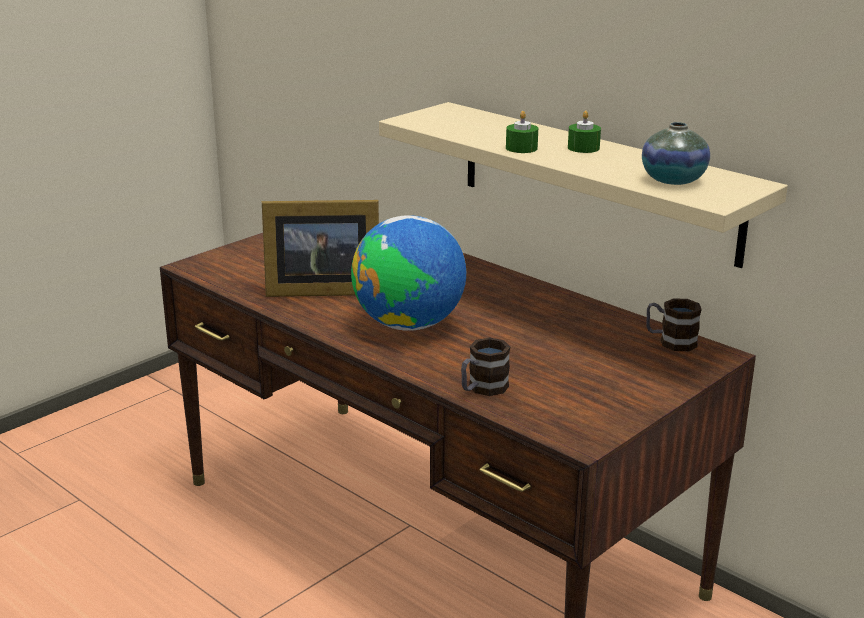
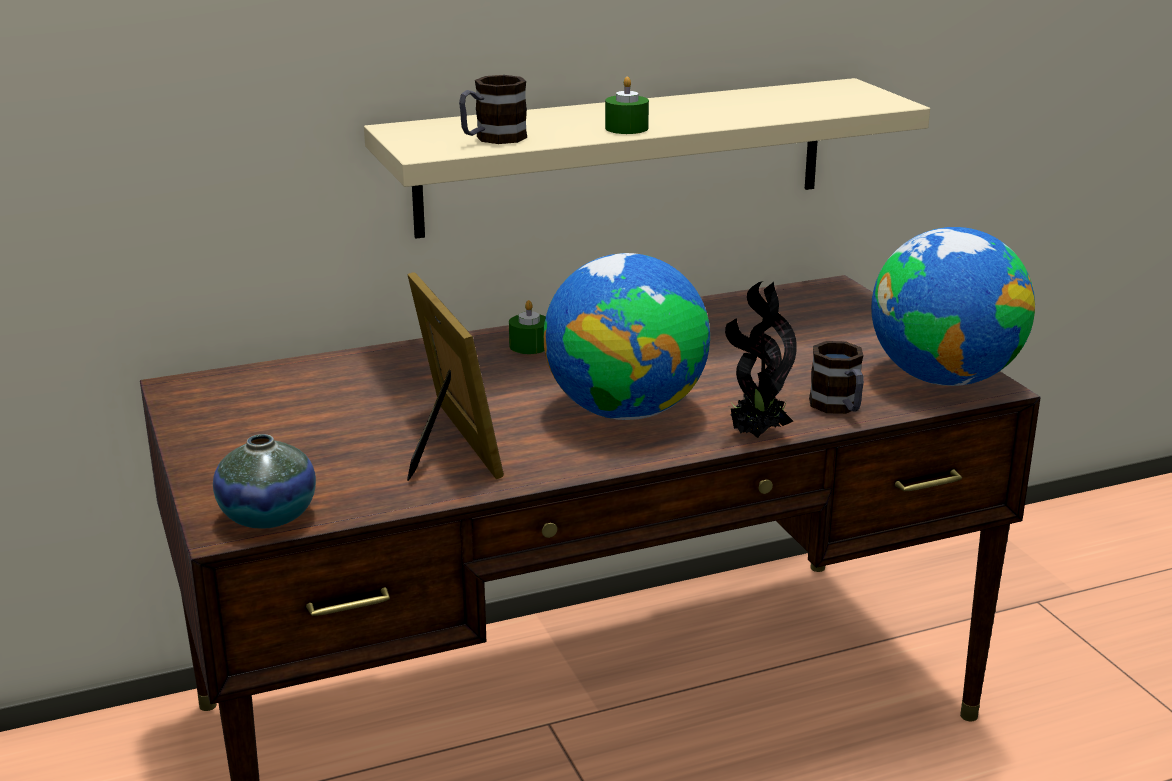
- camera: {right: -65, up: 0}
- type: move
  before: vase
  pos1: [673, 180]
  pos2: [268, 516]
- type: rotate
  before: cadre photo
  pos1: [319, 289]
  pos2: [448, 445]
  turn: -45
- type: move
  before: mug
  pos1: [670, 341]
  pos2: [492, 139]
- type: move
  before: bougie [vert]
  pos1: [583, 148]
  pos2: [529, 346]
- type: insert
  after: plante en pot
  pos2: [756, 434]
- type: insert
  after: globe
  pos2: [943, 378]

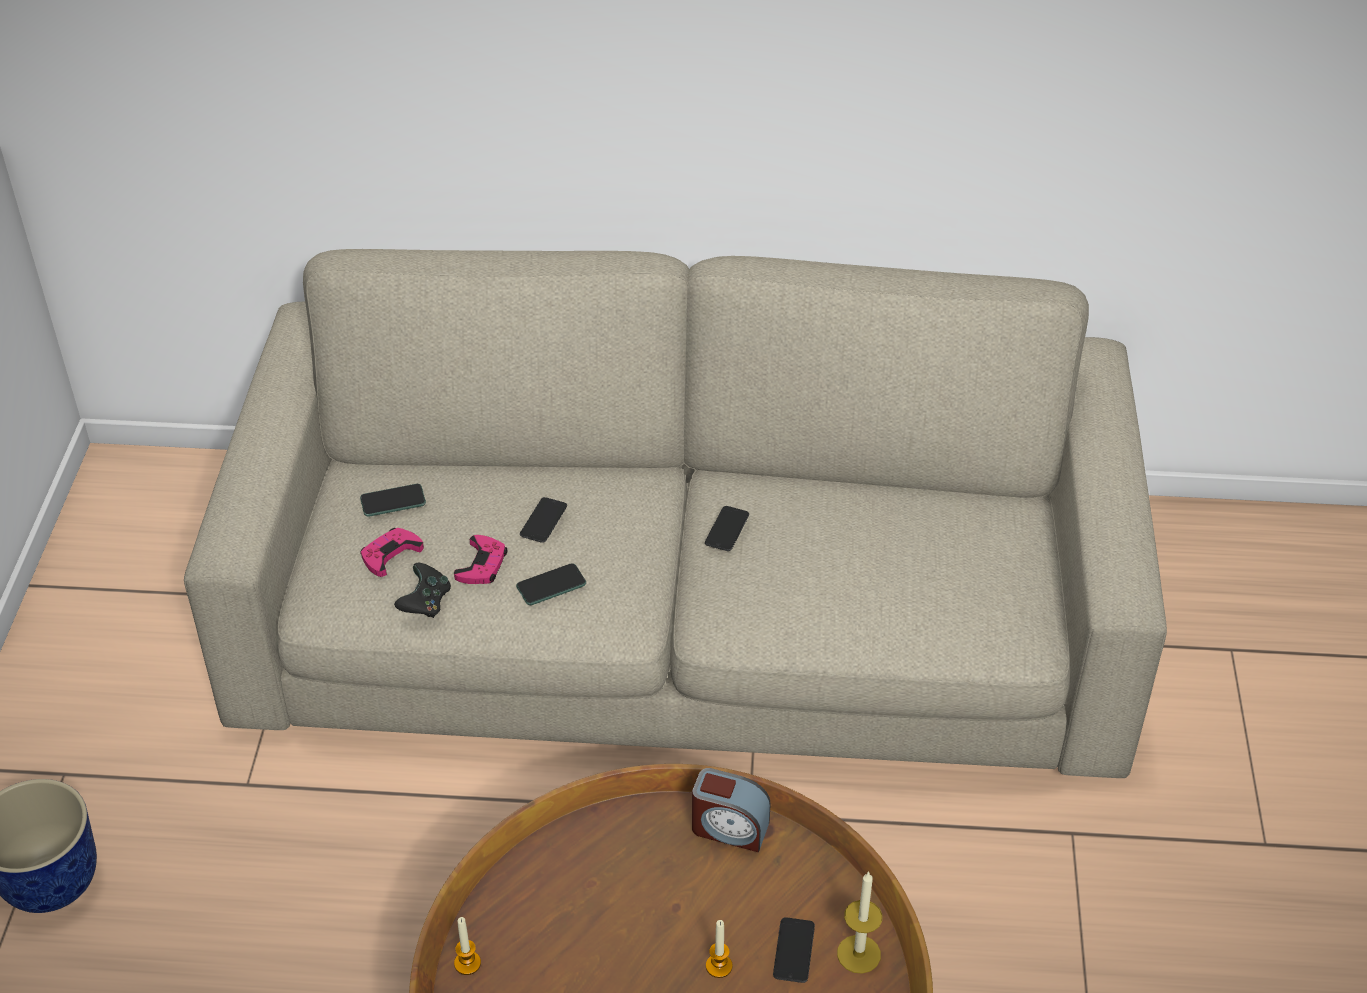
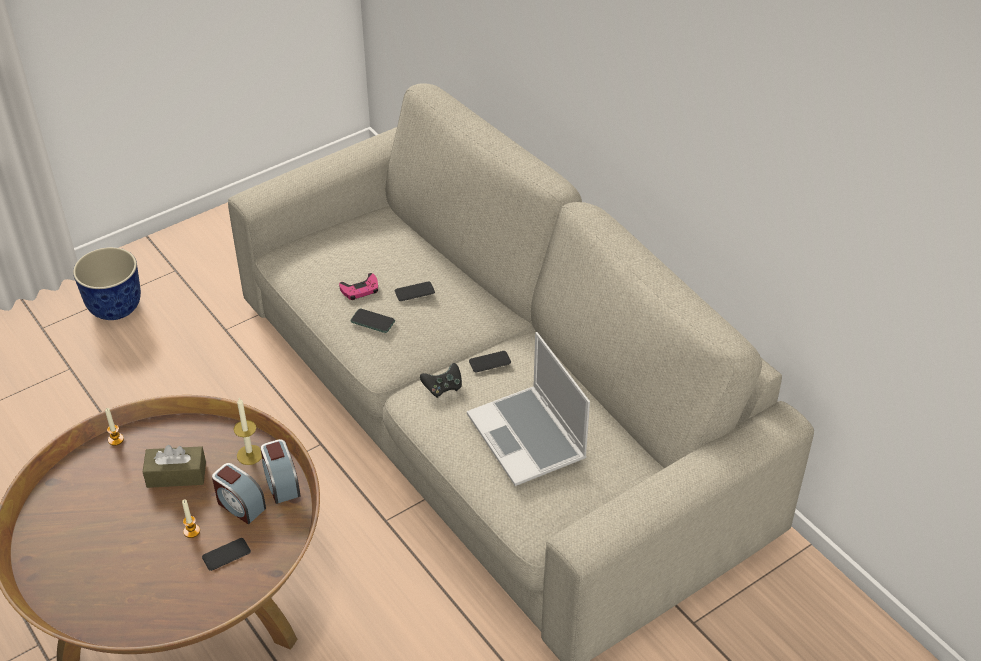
- camera: {right: 50, up: 0}
- type: insert
  after: boîte à mouchoirs [marron]
  pos2: [176, 475]
- type: insert
  after: réveil
  pos2: [240, 505]
- type: move
  before: bougie
  pos1: [858, 954]
  pos2: [249, 455]
- type: move
  before: manette [noir]
  pos1: [425, 603]
  pos2: [443, 388]
- type: insert
  after: ordinateur portable
  pos2: [528, 438]
- type: delete
  before: téléphone
  pos1: [393, 501]
- type: delete
  before: manette [rose]
  pos1: [390, 554]

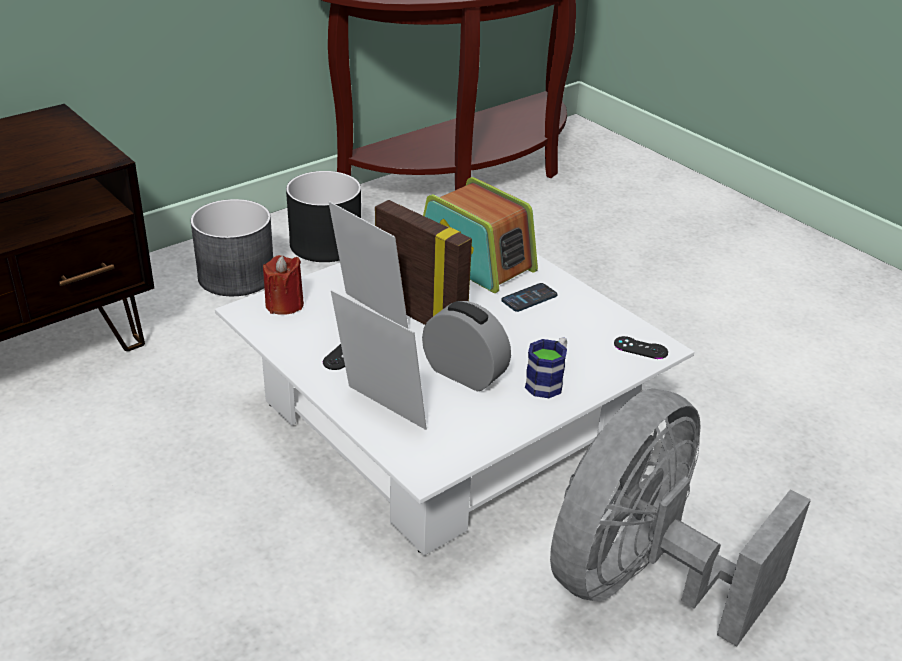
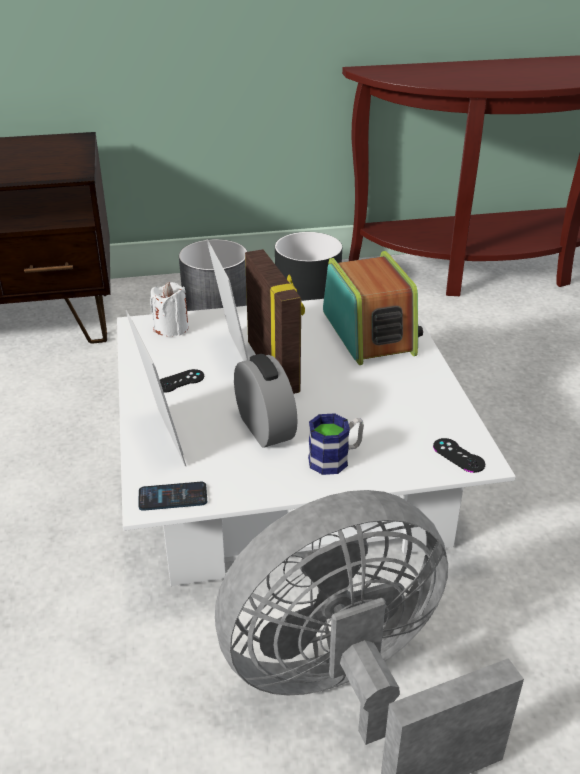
- camera: {right: 30, up: 0}
- type: move
  before: téléphone
  pos1: [529, 298]
  pos2: [173, 497]
- type: recolor
  before: bougie [rouge]
  after: bougie [blanc]
  pos1: [284, 304]
  pos2: [171, 328]

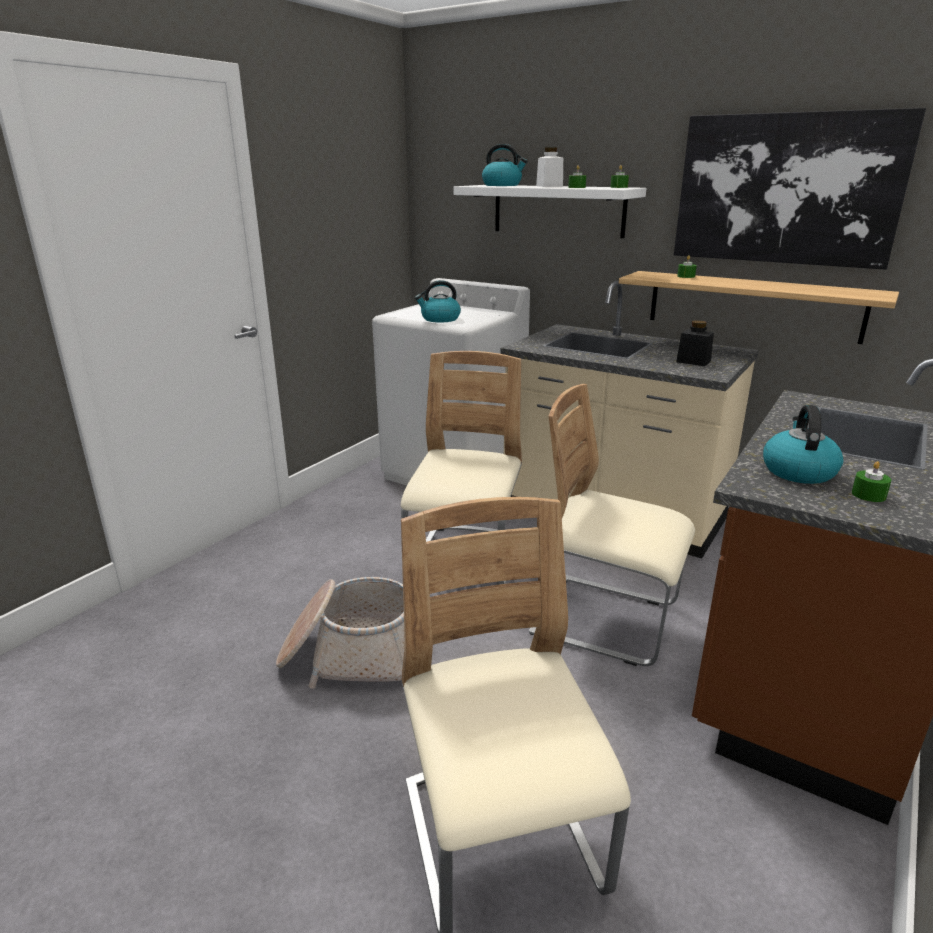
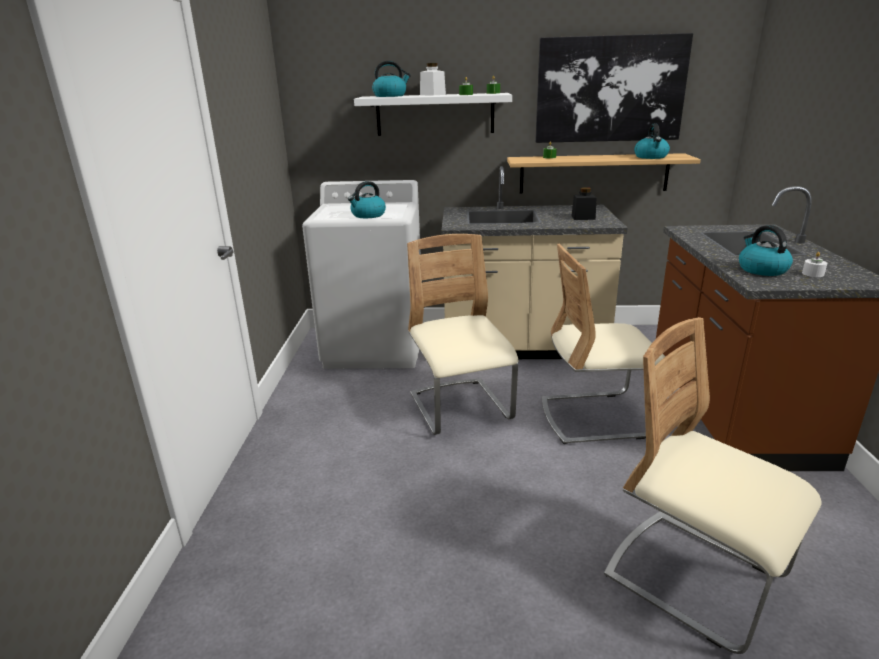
- camera: {right: -30, up: 0}
- type: insert
  after: bouilloire
  pos2: [651, 157]
- type: recolor
  before: bougie [vert]
  after: bougie [blanc]
  pos1: [868, 495]
  pos2: [813, 274]
- type: delete
  before: panier
  pos1: [352, 655]

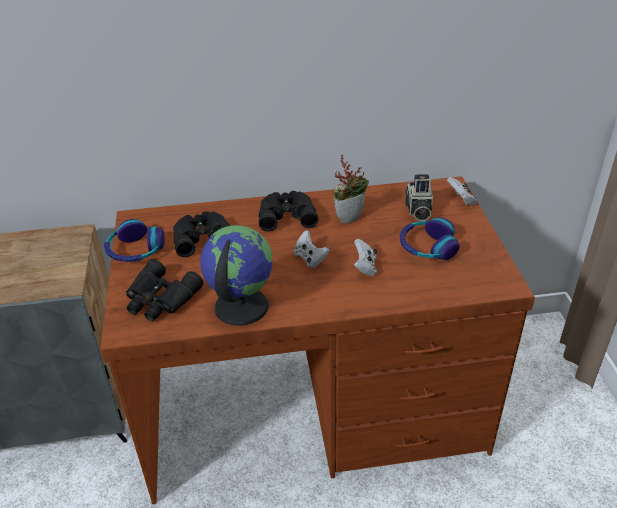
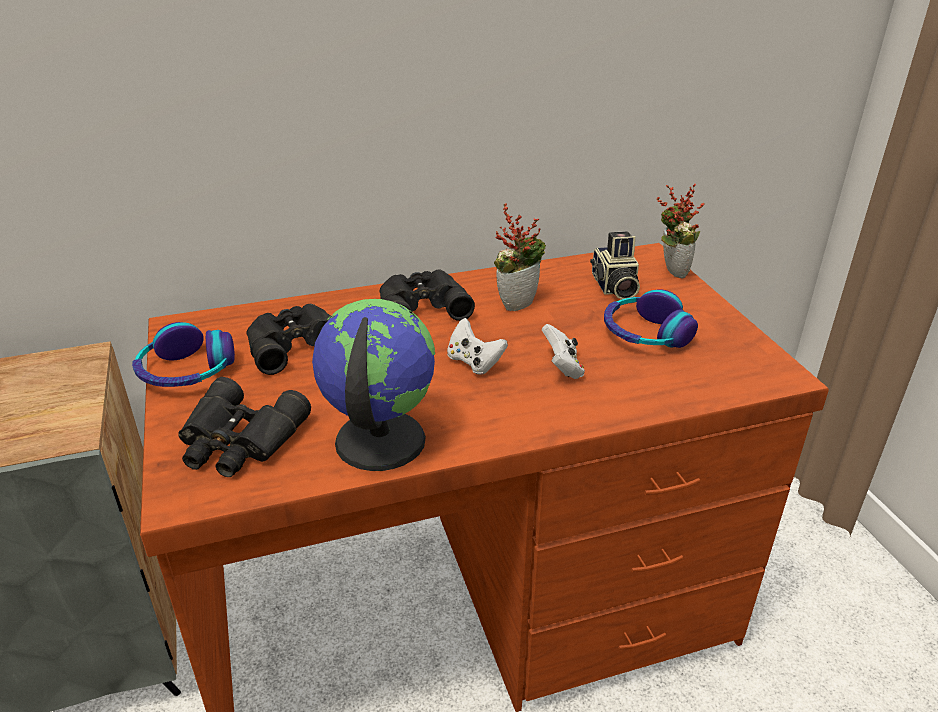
- camera: {right: -10, up: -5}
- type: replace
  before: manette [blanc]
  after: plante en pot
  pos1: [461, 200]
  pos2: [670, 271]

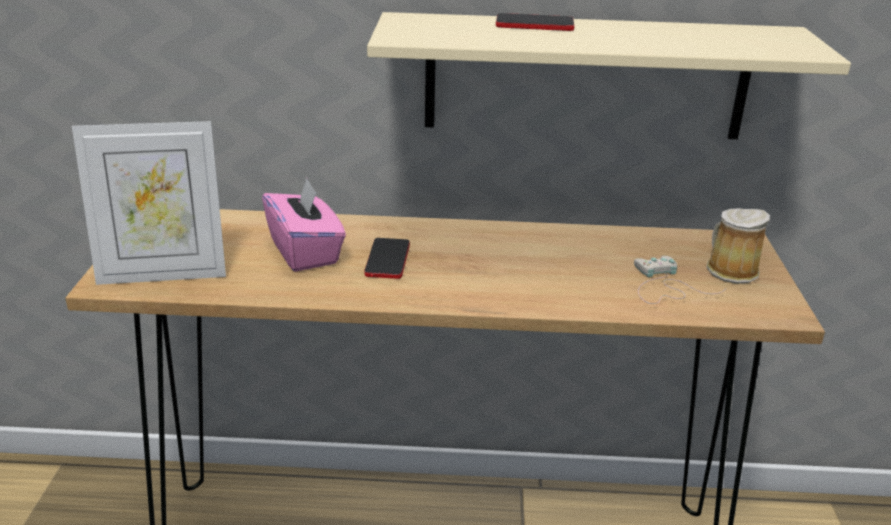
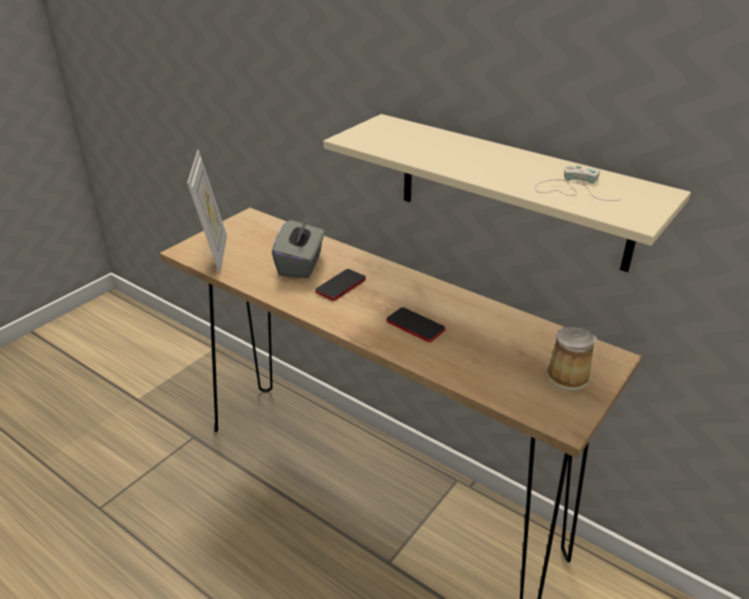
- camera: {right: 35, up: 5}
- type: rotate
  before: cadre photo
  pos1: [163, 274]
  pos2: [215, 254]
  turn: -120
- type: recolor
  before: boîte à mouchoirs [rose]
  after: boîte à mouchoirs [gris]
  pos1: [305, 252]
  pos2: [301, 265]
- type: move
  before: téléphone
  pos1: [534, 24]
  pos2: [415, 325]
- type: move
  before: manette [blanc]
  pos1: [664, 286]
  pos2: [571, 188]

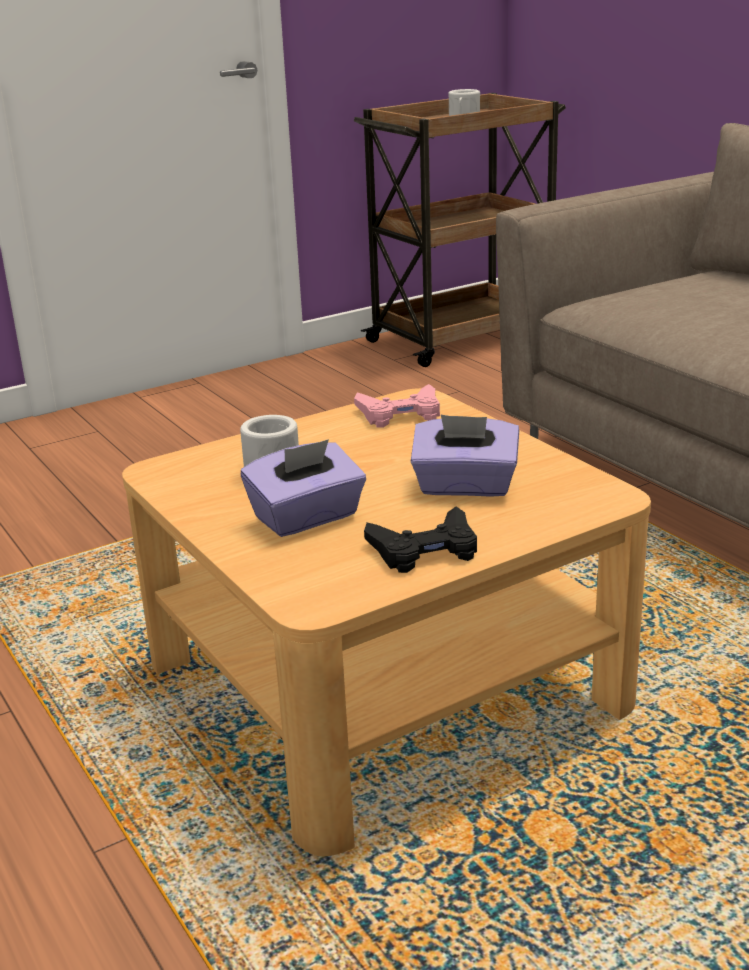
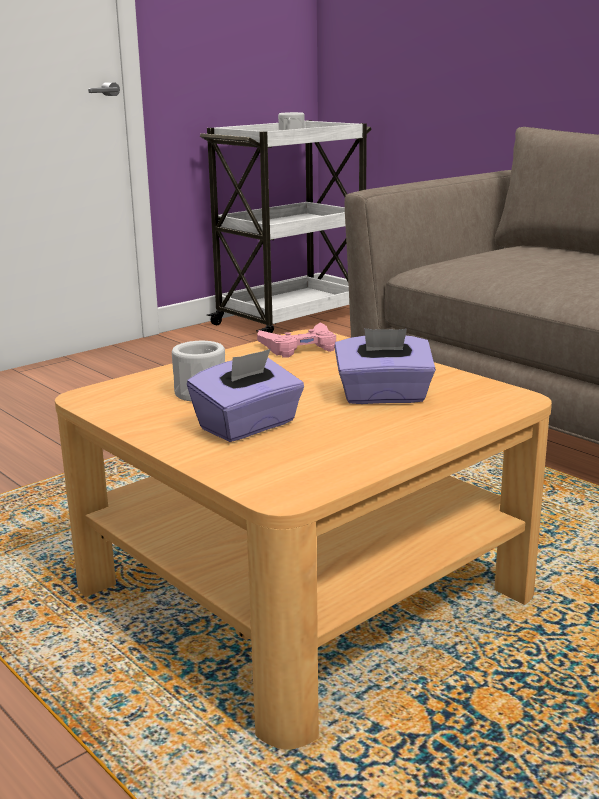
- camera: {right: -10, up: -5}
- type: recolor
  before: chariot [marron]
  after: chariot [blanc]
  pos1: [462, 337]
  pos2: [291, 319]
- type: delete
  before: manette [noir]
  pos1: [425, 550]

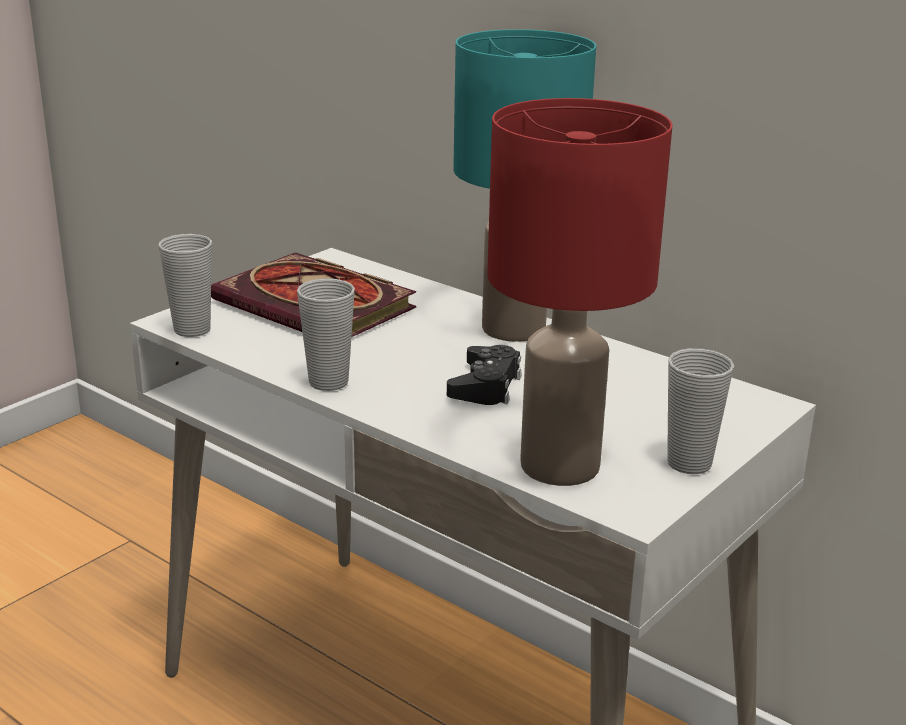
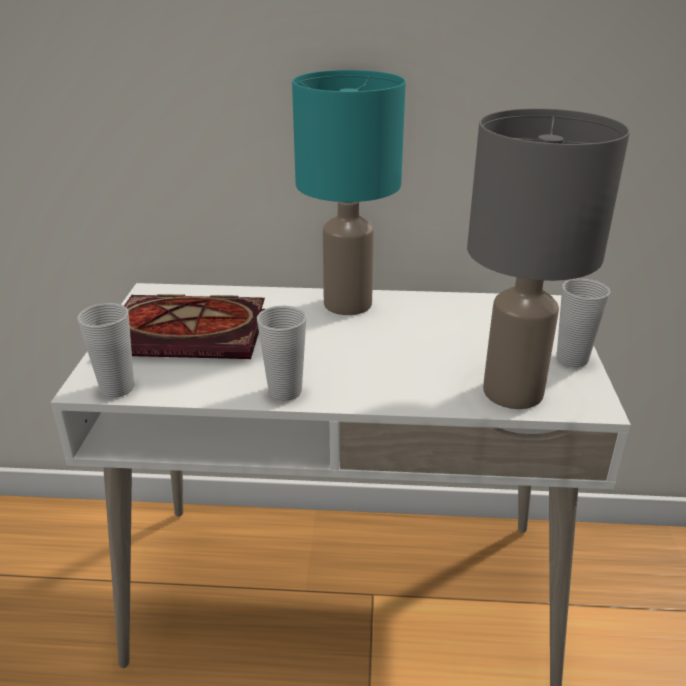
- camera: {right: -35, up: 5}
- type: recolor
  before: lampe de table [rouge]
  after: lampe de table [gris]
  pos1: [562, 466]
  pos2: [514, 391]
- type: delete
  before: manette [noir]
  pos1: [485, 386]

